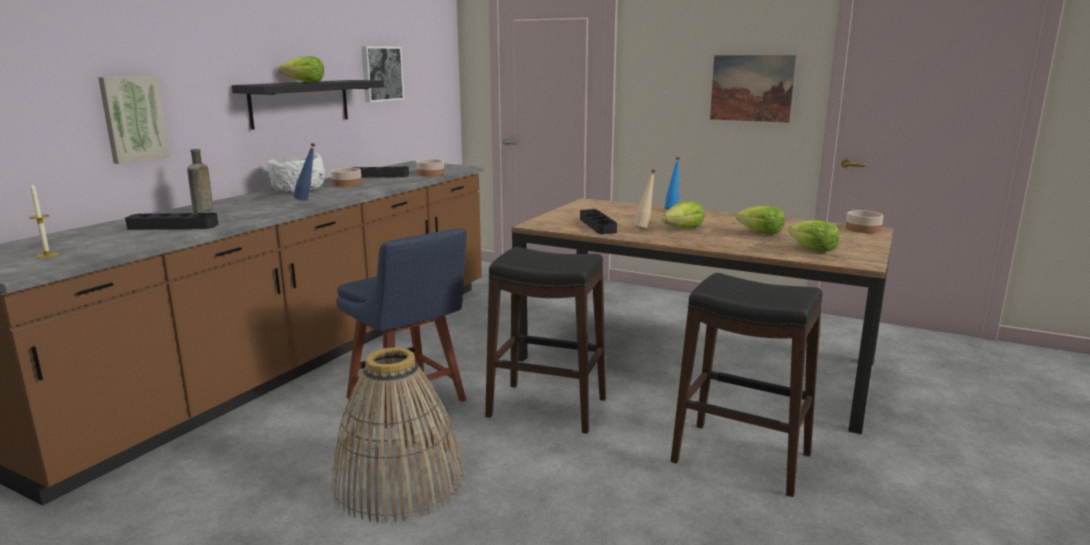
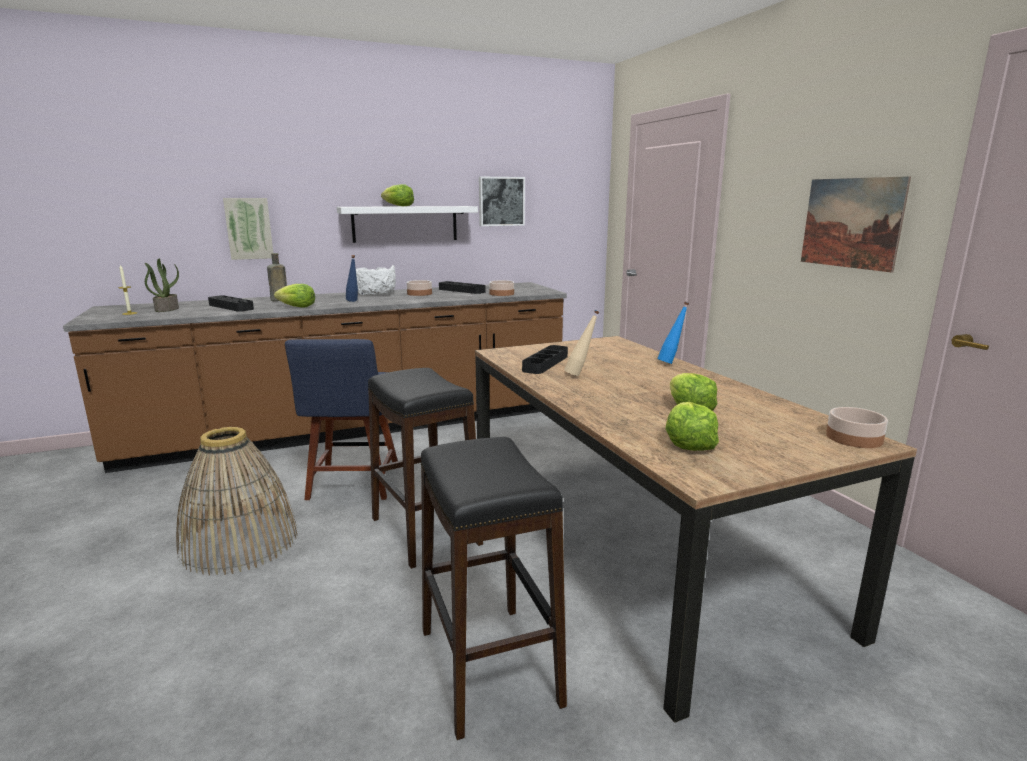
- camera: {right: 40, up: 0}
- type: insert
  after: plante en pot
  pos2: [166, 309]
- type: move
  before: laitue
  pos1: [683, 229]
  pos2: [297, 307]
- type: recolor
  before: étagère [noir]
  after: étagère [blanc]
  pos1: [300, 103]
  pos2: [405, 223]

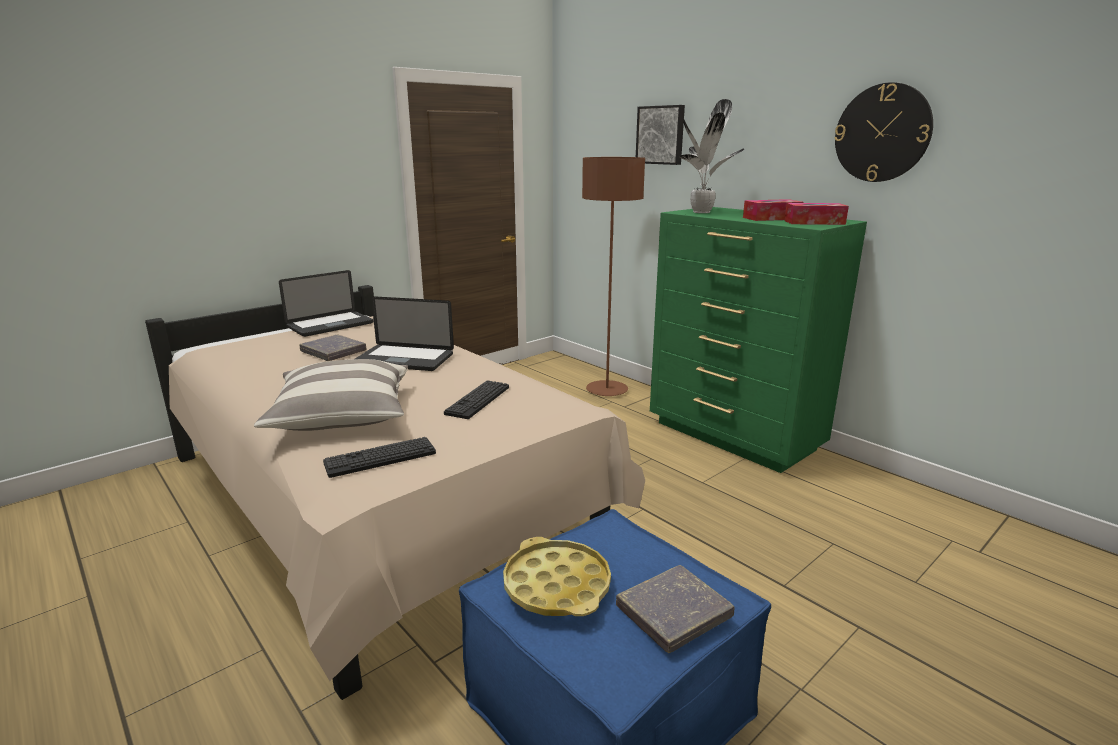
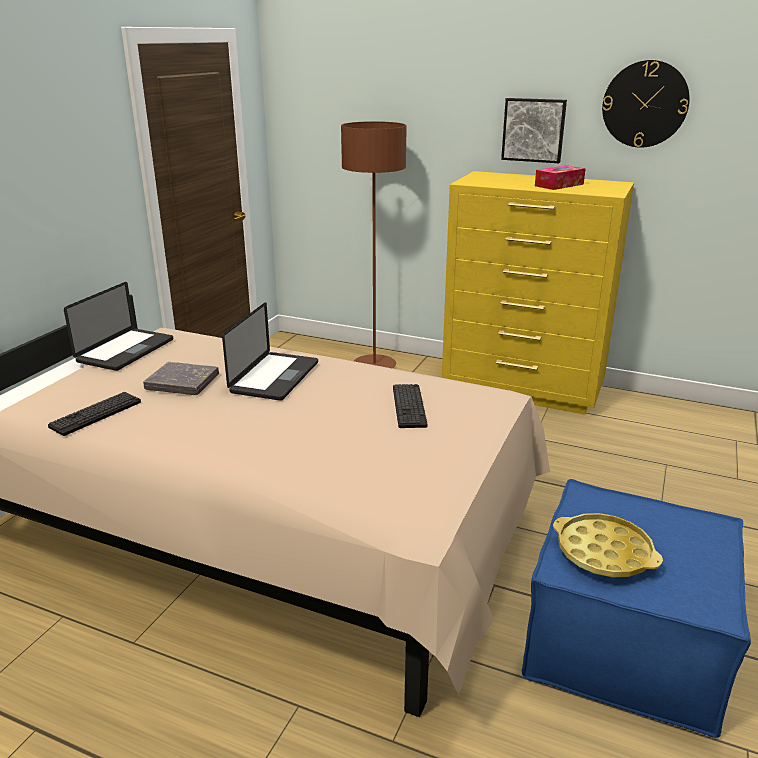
- camera: {right: -25, up: 5}
- type: move
  before: clavier
  pos1: [380, 458]
  pos2: [96, 414]
- type: rotate
  before: ordinateur portable
  pos1: [404, 359]
  pos2: [275, 377]
  turn: -60
- type: recolor
  before: commode [vert]
  after: commode [jaune]
  pos1: [734, 436]
  pos2: [523, 389]
- type: move
  before: tableau
  pos1: [661, 135]
  pos2: [533, 130]
- type: delete
  before: coussin
  pos1: [342, 415]
- type: delete
  before: livre [gris]
  pos1: [674, 612]
- type: delete
  before: plante en pot
  pos1: [702, 212]
- type: delete
  before: boîte à mouchoirs
  pos1: [814, 222]

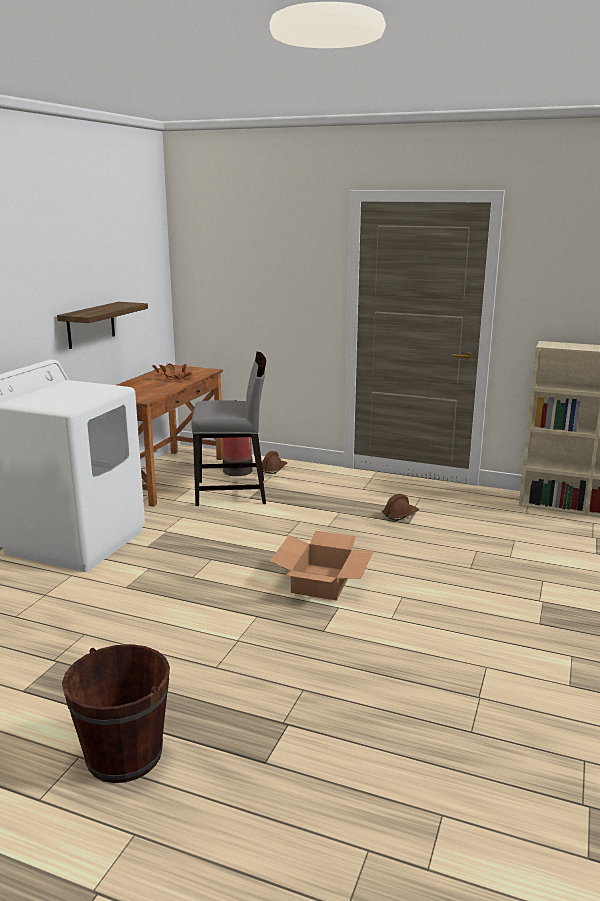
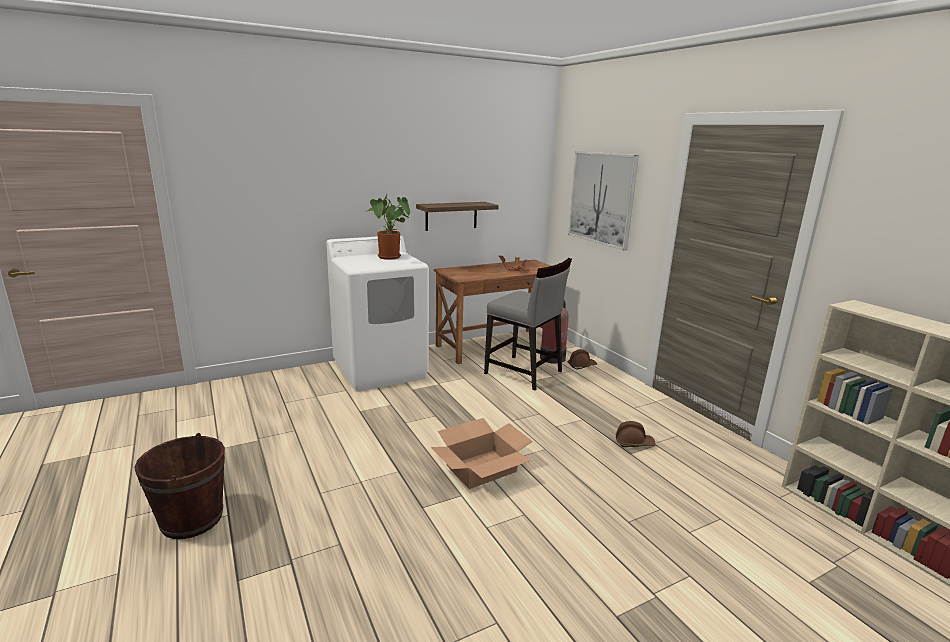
- camera: {right: 40, up: 0}
- type: insert
  after: plante en pot
  pos2: [391, 258]
- type: insert
  after: tableau
  pos2: [601, 198]

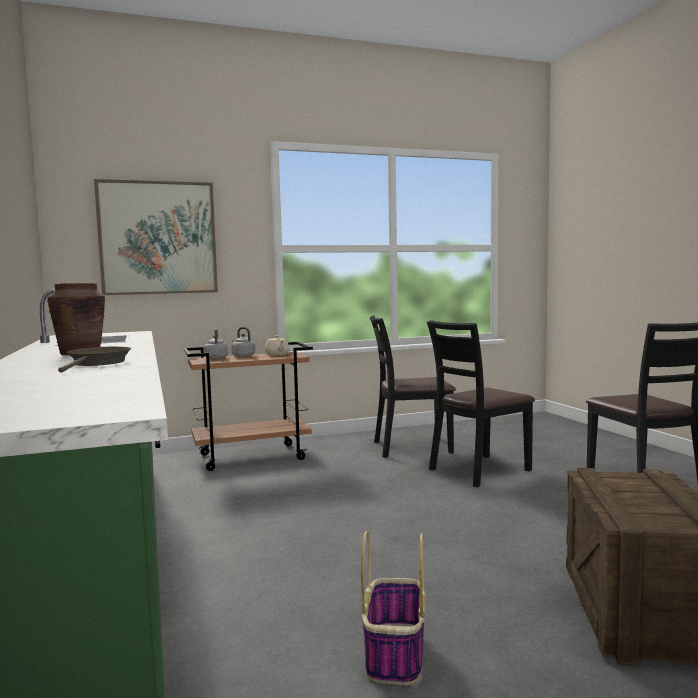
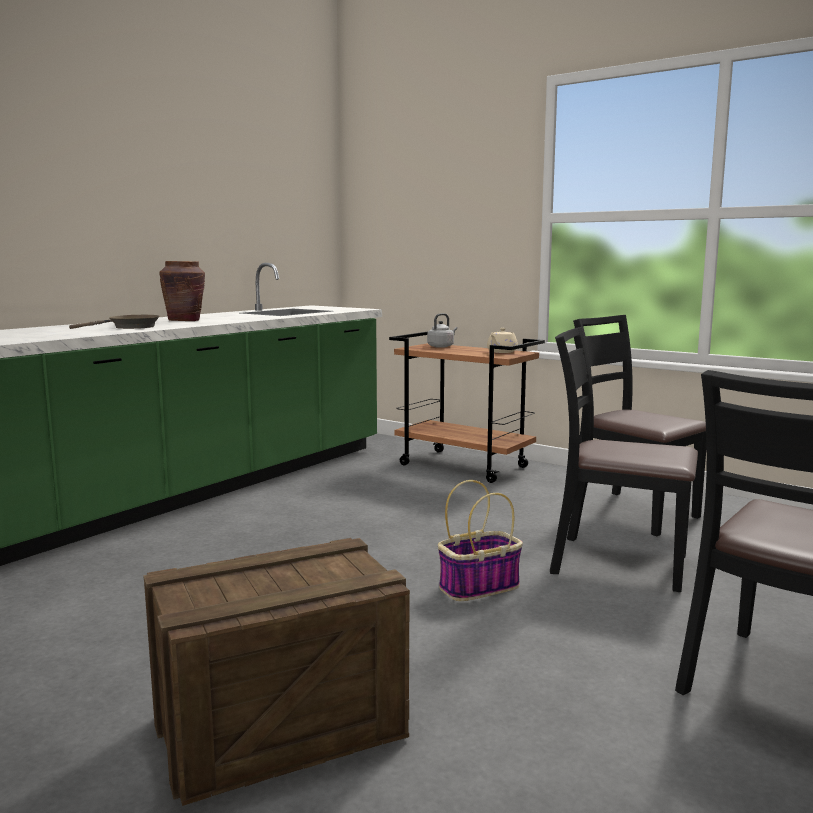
- camera: {right: 55, up: 5}
- type: move
  before: panier
  pos1: [394, 653]
  pos2: [479, 586]
- type: delete
  before: tableau
  pos1: [158, 238]
- type: delete
  before: bouilloire [gris]
  pos1: [242, 356]

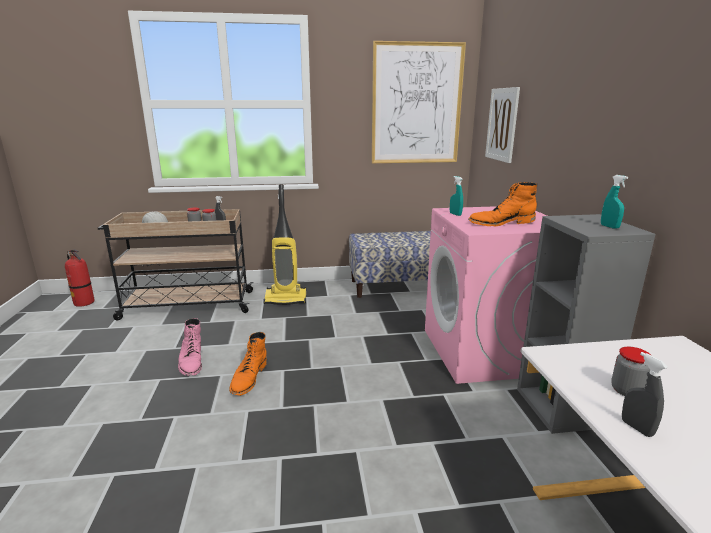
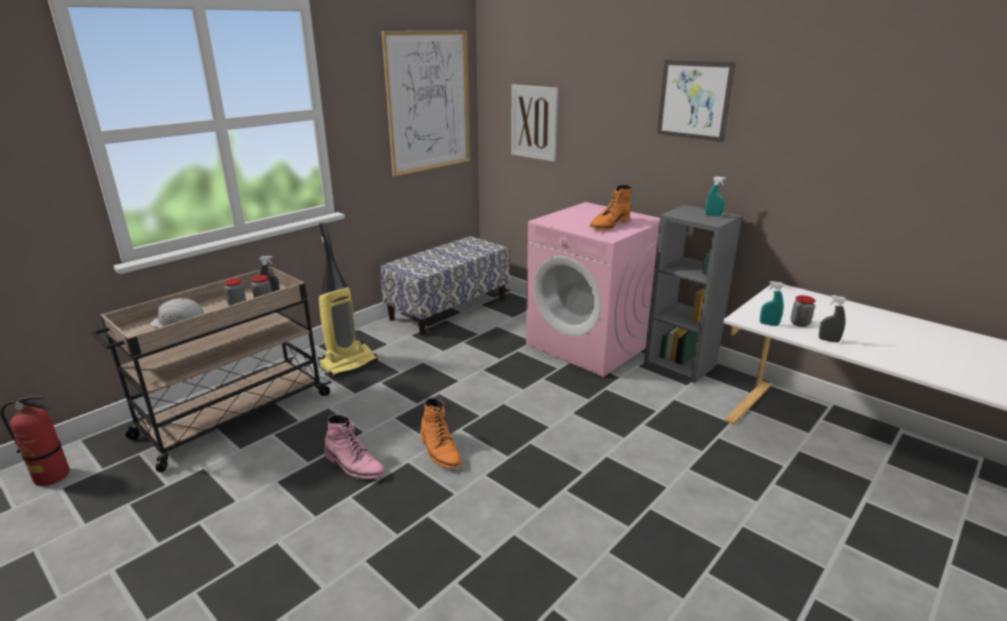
- camera: {right: -40, up: 5}
- type: insert
  after: tableau
  pos2: [694, 100]
- type: move
  before: vaporisateur [turquoise]
  pos1: [455, 214]
  pos2: [769, 324]

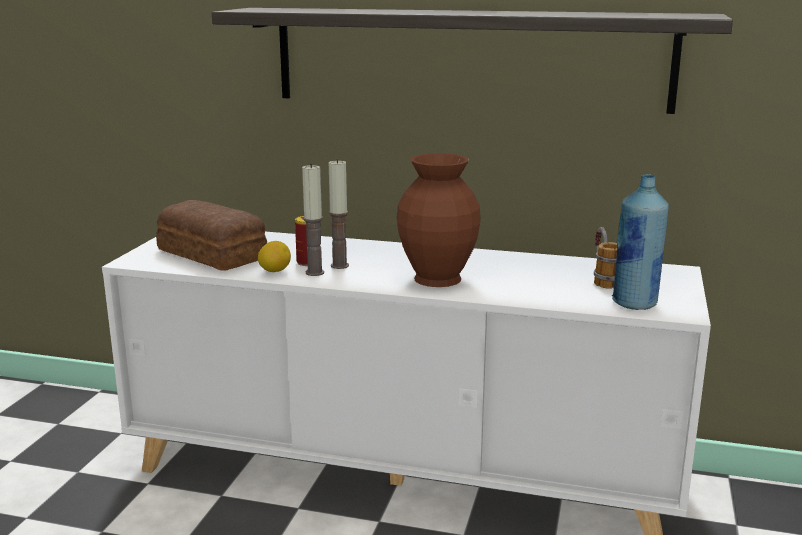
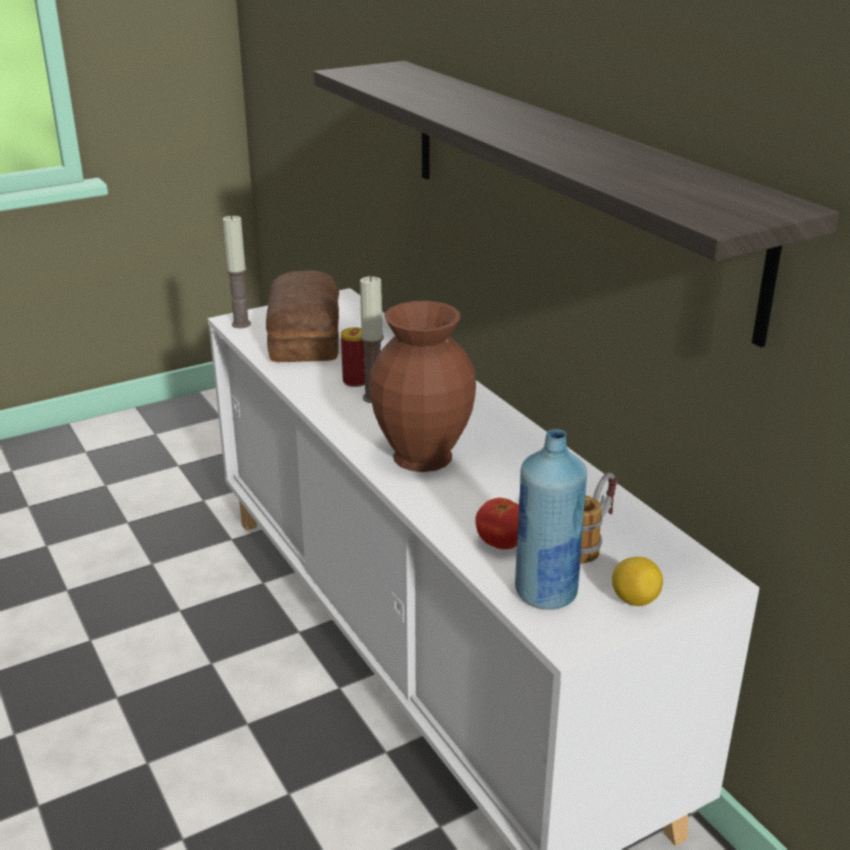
- camera: {right: 45, up: 10}
- type: move
  before: bougie
  pos1: [315, 272]
  pos2: [241, 324]
- type: insert
  after: tomate
  pos2: [501, 544]
- type: move
  before: citron
  pos1: [275, 271]
  pos2: [634, 600]

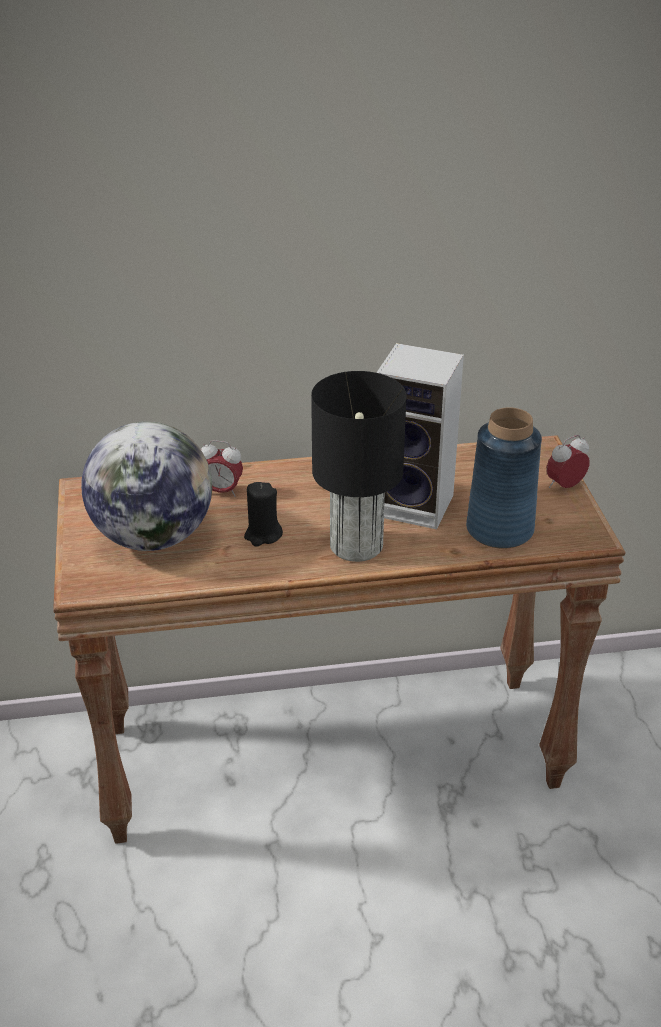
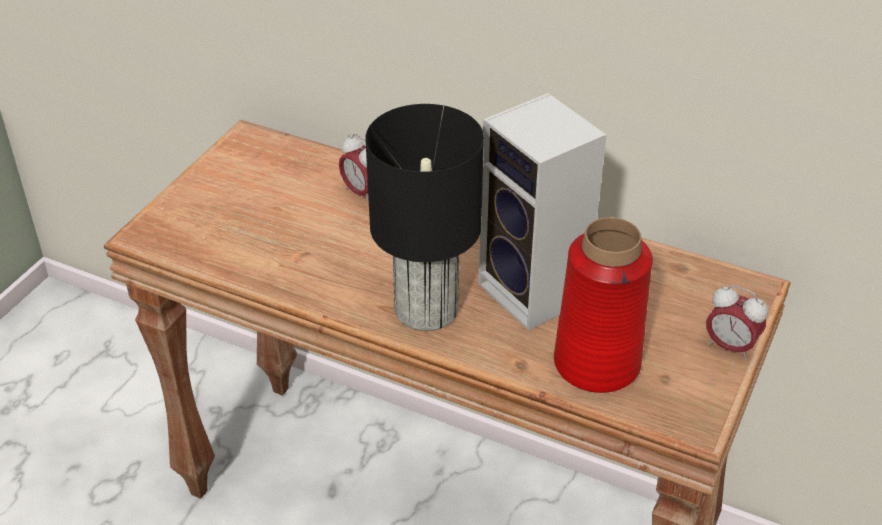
- camera: {right: 35, up: 5}
- type: recolor
  before: vase [bleu]
  after: vase [rouge]
  pos1: [499, 529]
  pos2: [597, 363]
- type: rotate
  before: réveil
  pos1: [565, 486]
  pos2: [730, 347]
  turn: -150
- type: delete
  before: globe
  pos1: [152, 537]
- type: delete
  before: bougie [noir]
  pos1: [263, 535]

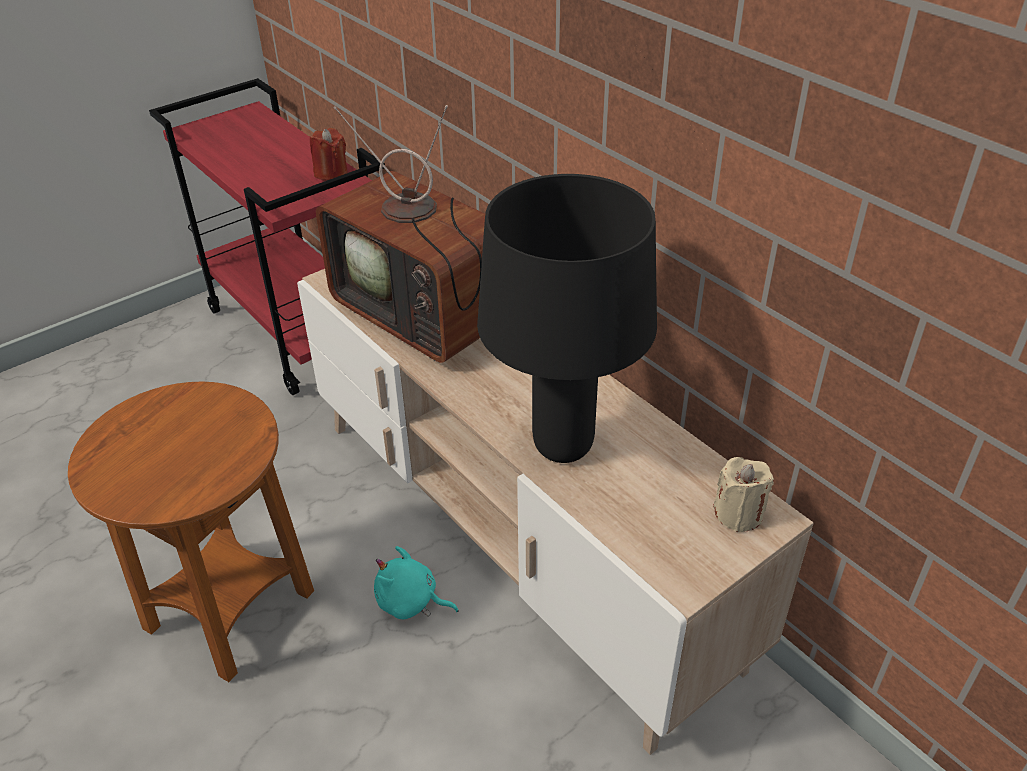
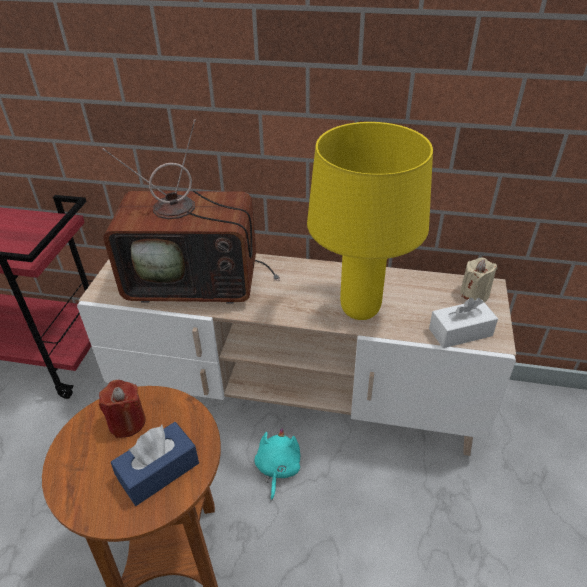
- camera: {right: -40, up: 0}
- type: move
  before: bougie [rouge]
  pos1: [331, 173]
  pos2: [127, 422]
- type: insert
  after: boîte à mouchoirs [bleu]
  pos2: [158, 471]
- type: rotate
  before: peluche [turquoise]
  pos1: [410, 602]
  pos2: [277, 469]
  turn: 120
- type: recolor
  before: lampe de table [noir]
  after: lampe de table [jaune]
  pos1: [561, 447]
  pos2: [359, 310]
- type: insert
  after: boîte à mouchoirs [blanc]
  pos2: [460, 332]

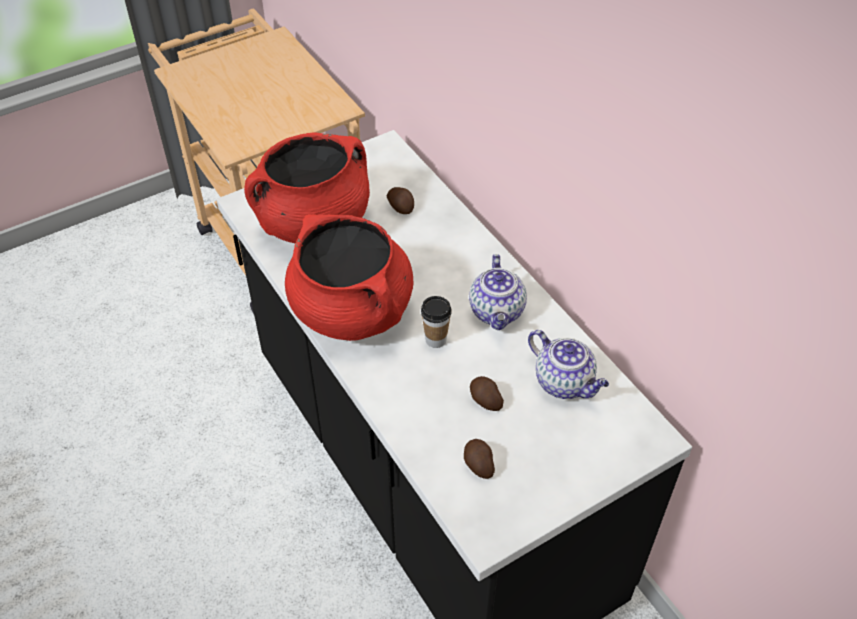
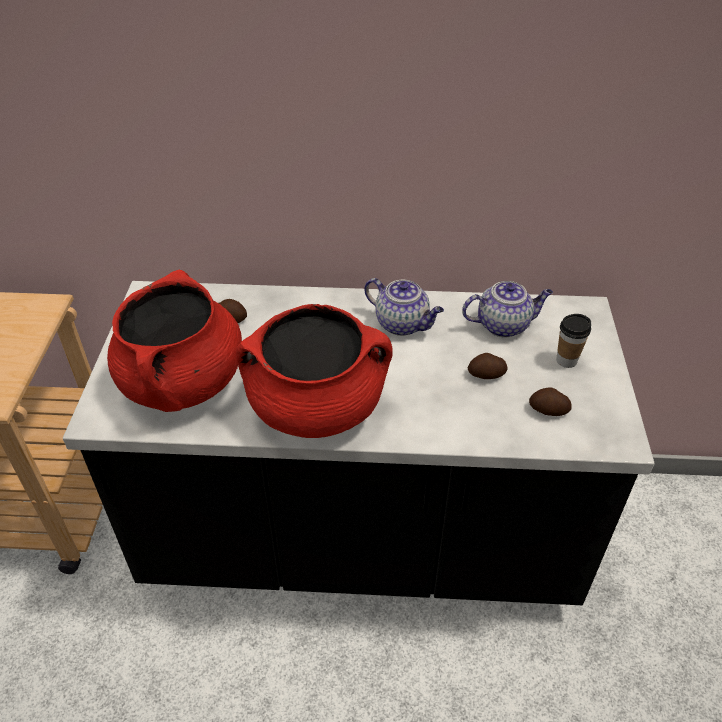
- camera: {right: -55, up: -5}
- type: move
  before: tasse
  pos1: [436, 340]
  pos2: [566, 360]

